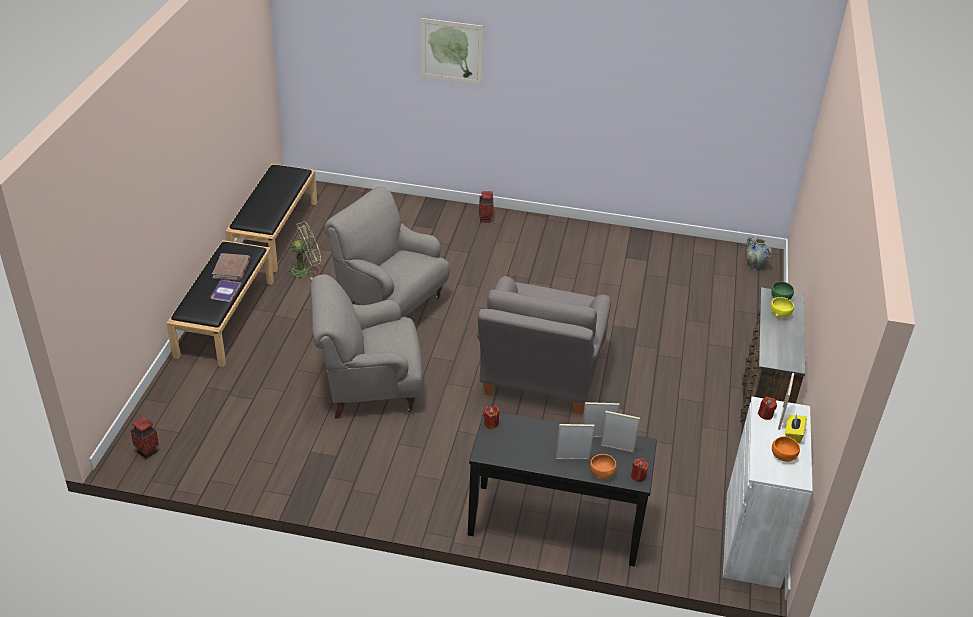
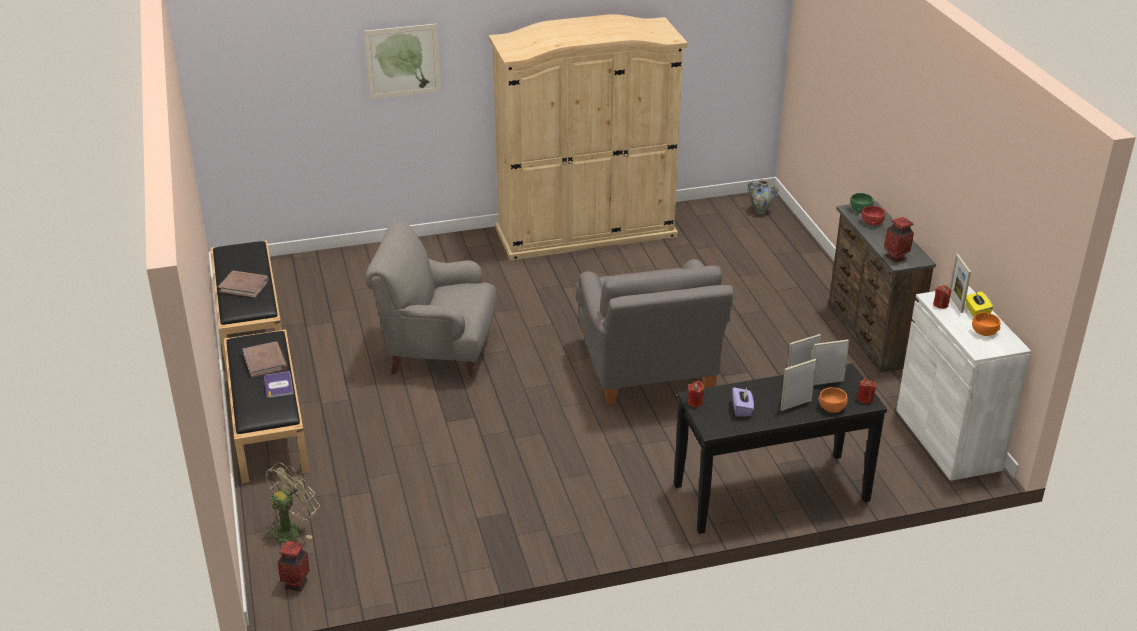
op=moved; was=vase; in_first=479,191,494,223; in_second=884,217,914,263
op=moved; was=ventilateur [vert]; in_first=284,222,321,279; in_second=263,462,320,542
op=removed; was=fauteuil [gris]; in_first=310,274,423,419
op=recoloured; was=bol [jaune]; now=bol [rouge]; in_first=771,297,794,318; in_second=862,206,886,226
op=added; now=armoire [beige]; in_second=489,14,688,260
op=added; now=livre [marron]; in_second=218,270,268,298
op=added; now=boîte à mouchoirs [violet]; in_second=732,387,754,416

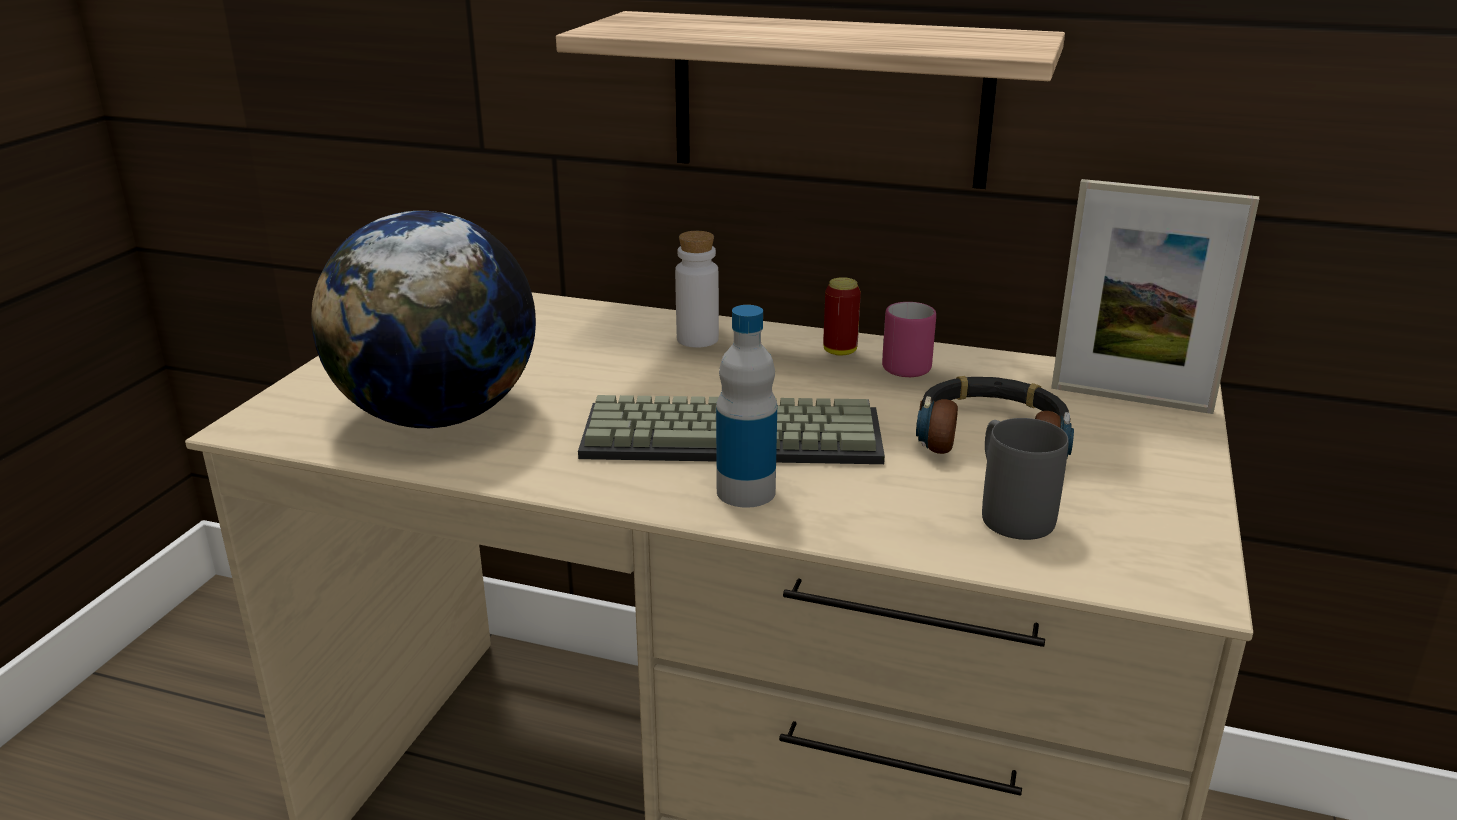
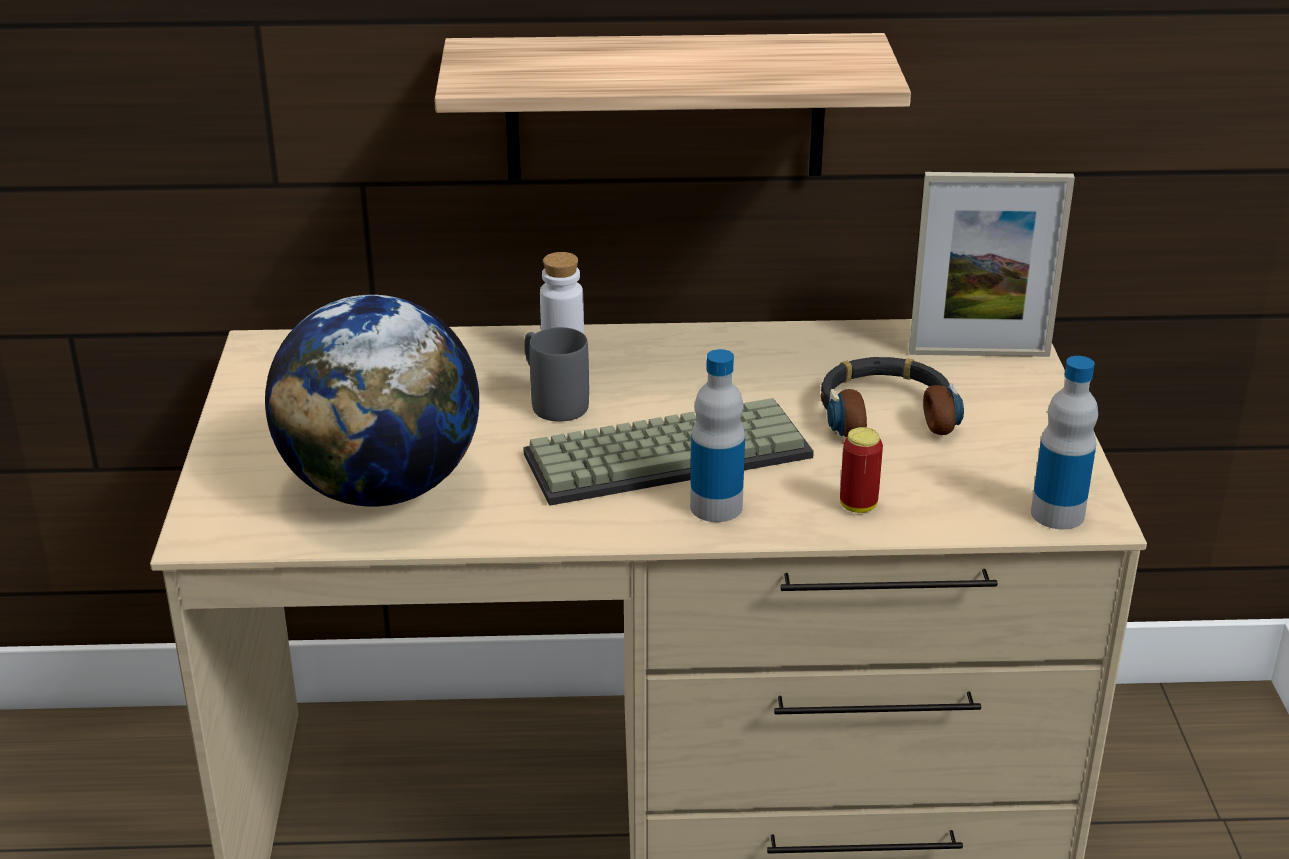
op=moved; was=boîte métallique; in_first=823,277,861,356; in_second=840,427,883,513
op=removed; was=mug [rose]; in_first=882,302,936,377
op=moved; was=mug [gris]; in_first=982,418,1069,540; in_second=524,327,589,422
op=added; now=bouteille; in_second=1031,356,1098,529

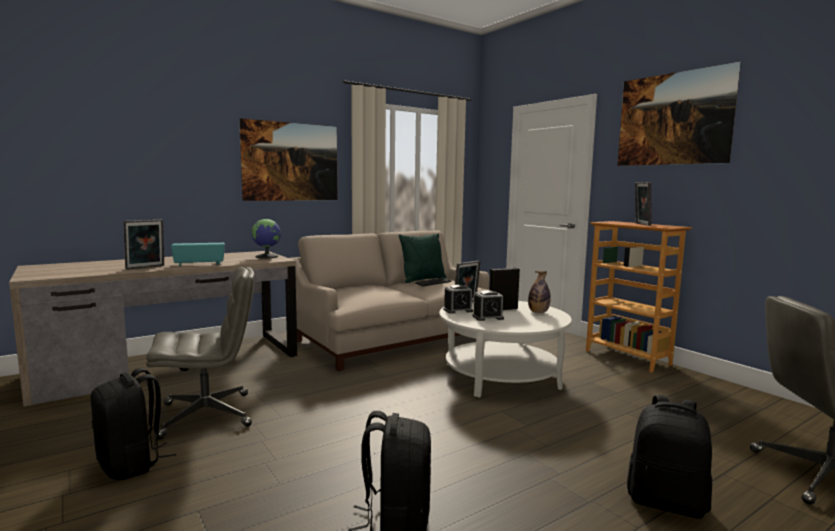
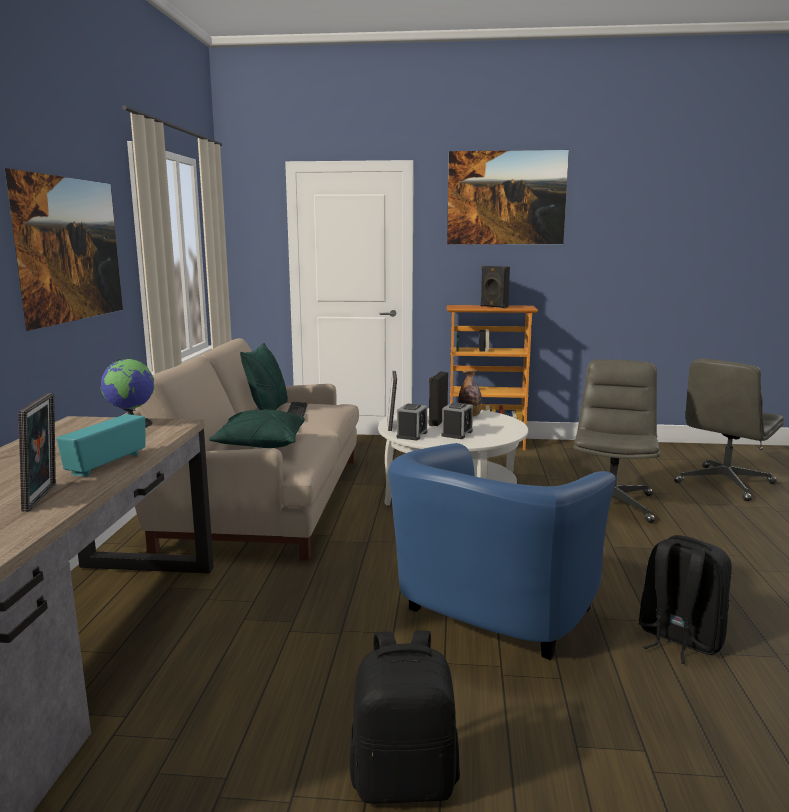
op=replaced; was=cadre photo; now=enceinte [noir]; in_first=635,182,652,226; in_second=480,266,510,308
op=moved; was=chaise de bureau [gris]; in_first=146,267,255,439; in_second=573,359,660,523
op=removed; was=sac à dos [noir]; in_first=627,395,712,519
op=added; now=coussin [vert]; in_second=209,410,305,448
op=added; now=fauteuil [bleu]; in_second=388,443,616,660

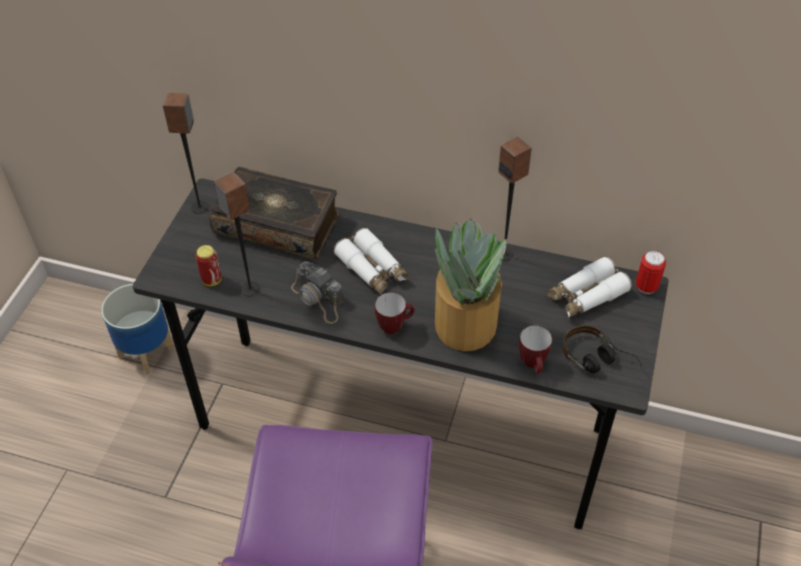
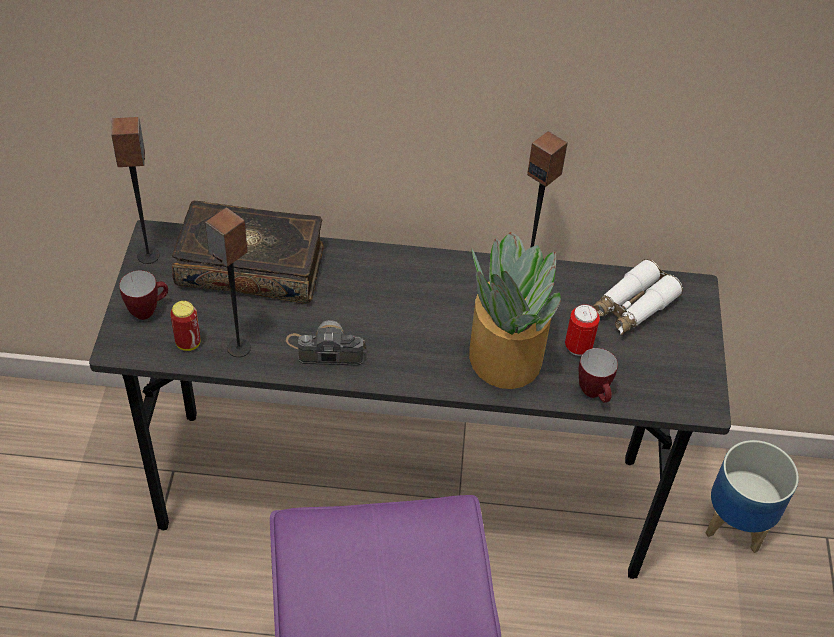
op=removed; was=jumelles [blanc]; in_first=334,228,409,295
op=moved; was=boîte métallique; in_first=636,251,666,294; in_second=565,304,600,356
op=turned; was=appareil photo; in_first=291,261,343,324; in_second=286,320,366,366; clockwise=150
op=moved; was=cache-pot; in_first=101,284,174,375; in_second=705,440,799,553
op=moved; was=mug; in_first=375,293,415,334; in_second=119,270,168,320
op=removed; was=casque audio; in_first=562,325,642,373

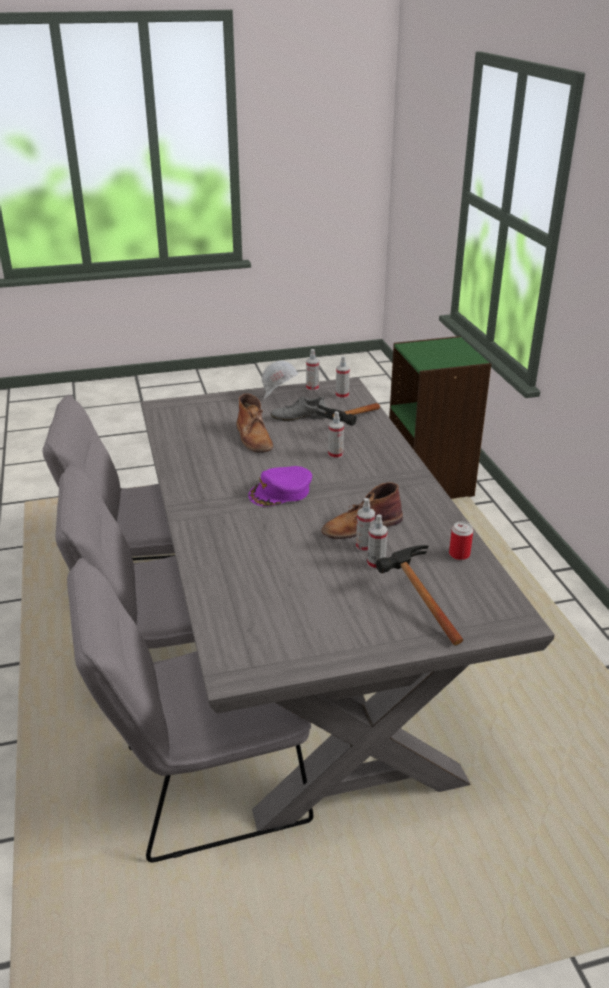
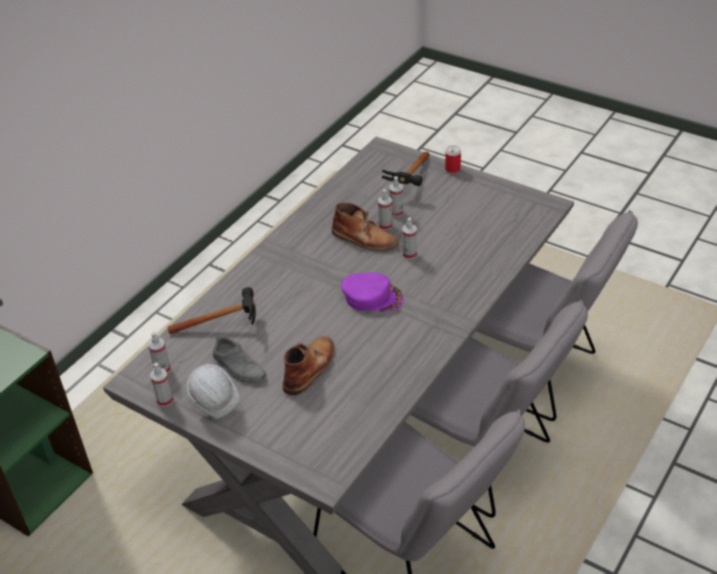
op=moved; was=vaporisateur; in_first=328,411,344,459; in_second=402,218,417,259
op=moved; was=boîte métallique; in_first=449,522,473,560; in_second=445,145,461,173

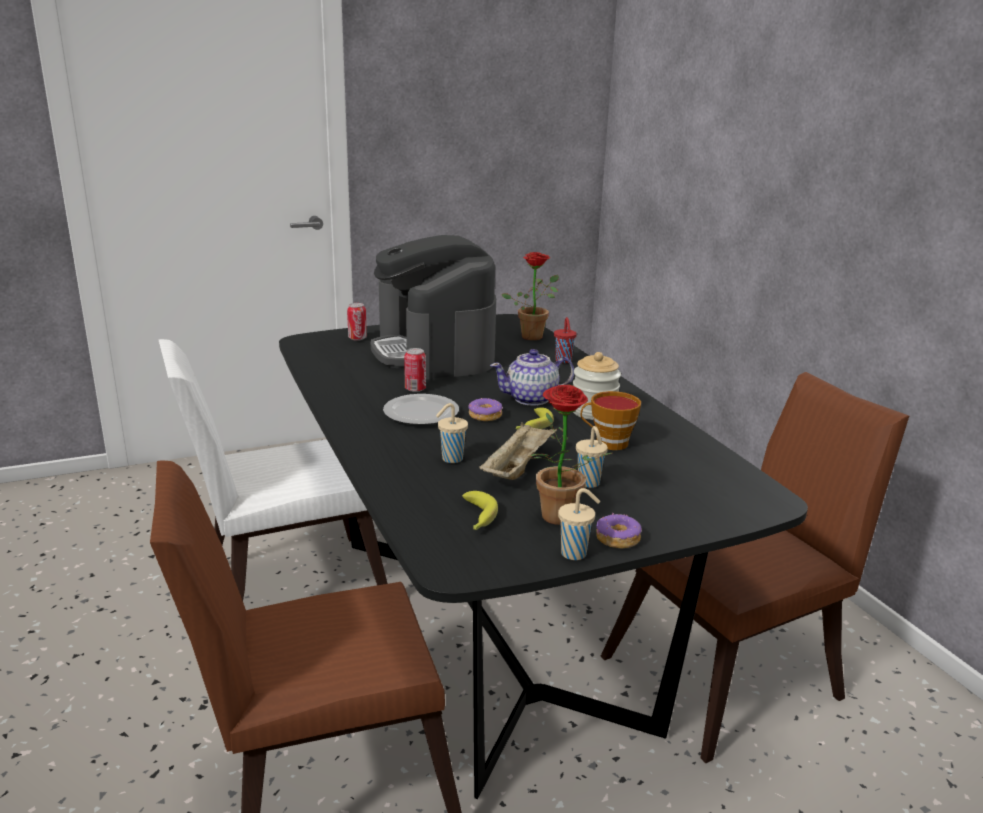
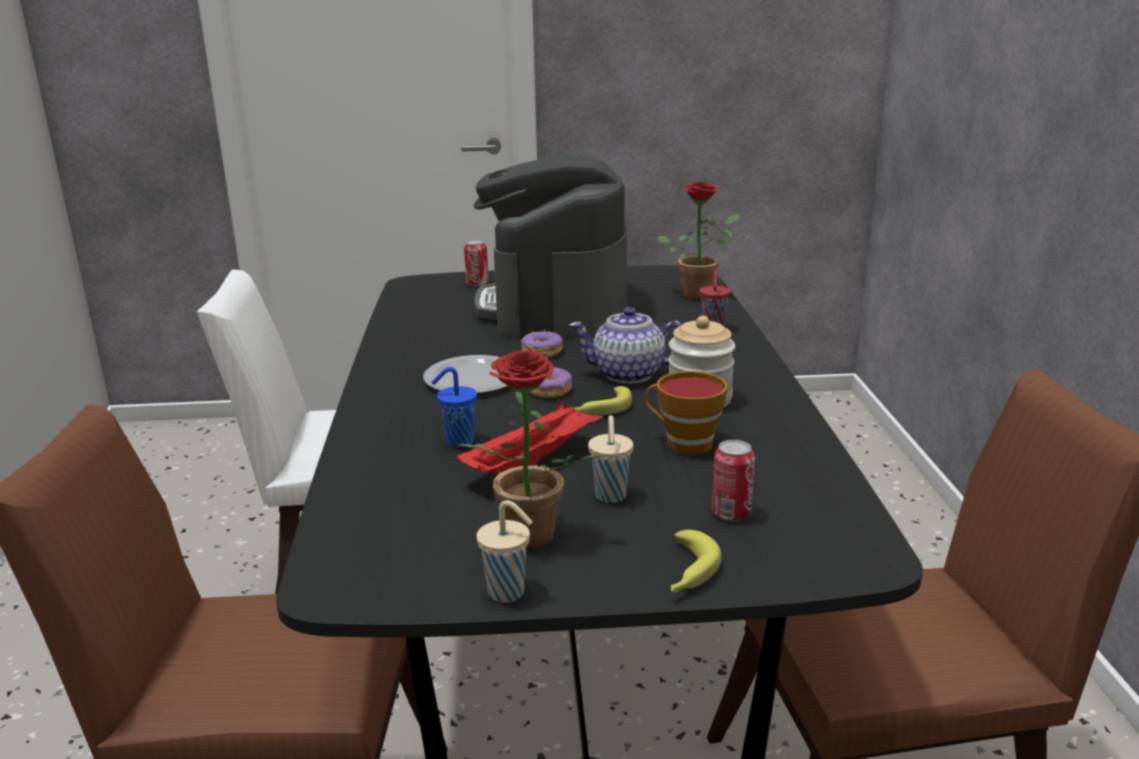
op=moved; was=boîte métallique; in_first=404,348,426,392; in_second=712,440,755,521
op=recoloured; was=tasse [beige]; now=tasse [bleu]; in_first=436,403,468,463; in_second=431,367,477,447
op=recoloured; was=plateau [beige]; now=plateau [rouge]; in_first=479,422,557,480; in_second=457,402,604,476
op=moved; was=banane; in_first=462,491,498,530; in_second=671,530,721,593
op=moved; was=beignet; in_first=596,513,642,549; in_second=520,330,563,358

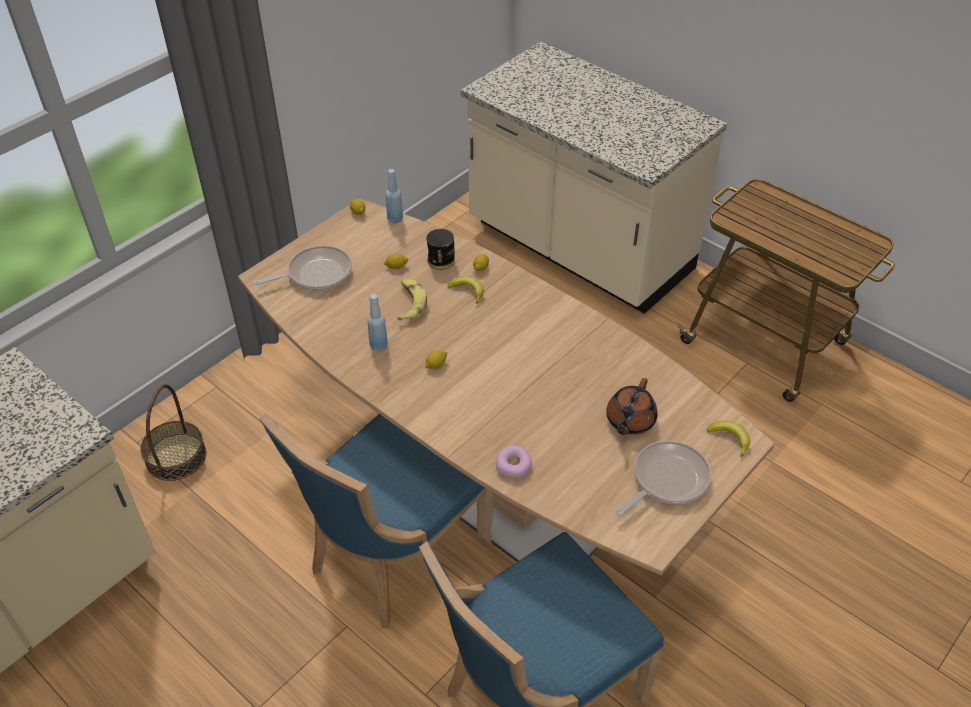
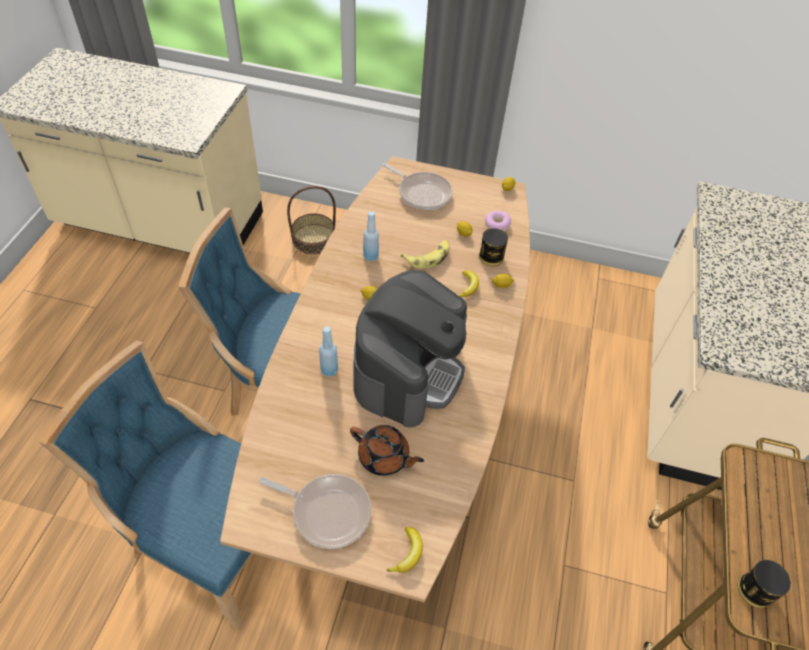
op=moved; was=bouteille [bleu]; in_first=386,169,403,223; in_second=319,326,338,376
op=turned; was=théière [marron]; in_first=606,378,658,435; in_second=350,425,424,476; clockwise=-150
op=moved; was=beignet; in_first=496,445,532,478; in_second=485,211,511,231
op=added; now=machine à café; in_second=354,270,467,427
op=added; now=boîte métallique; in_second=737,560,791,608

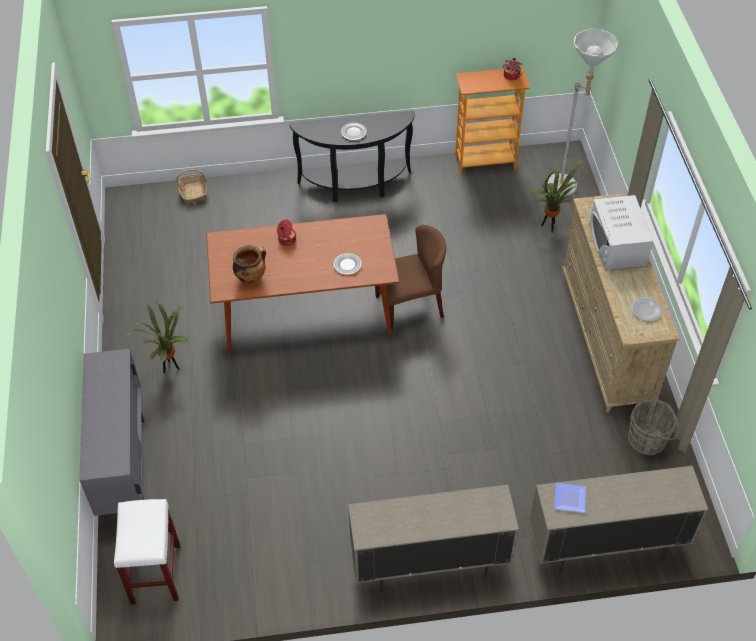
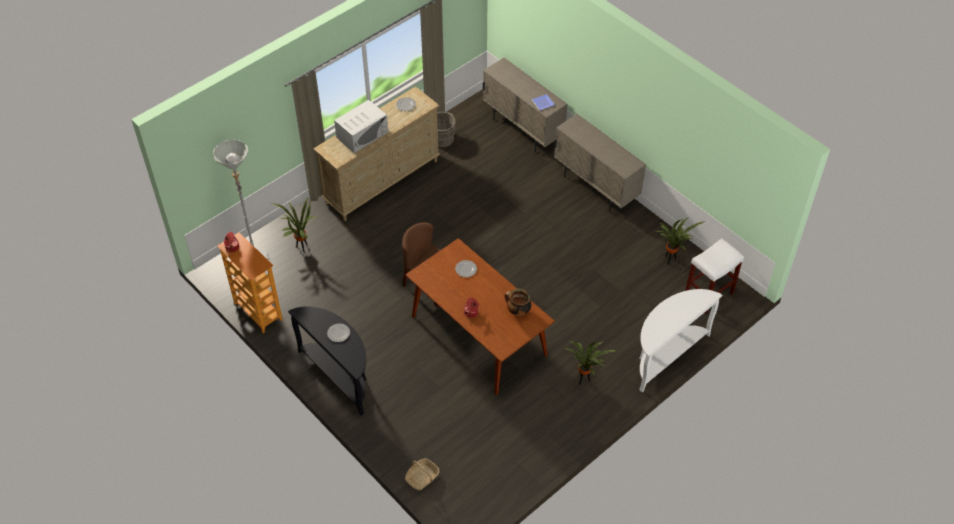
op=replaced; was=meuble de rangement [gris]; now=table console [blanc]; in_first=79,349,144,516; in_second=639,289,722,392
op=added; now=plante en pot; in_second=655,218,705,265

